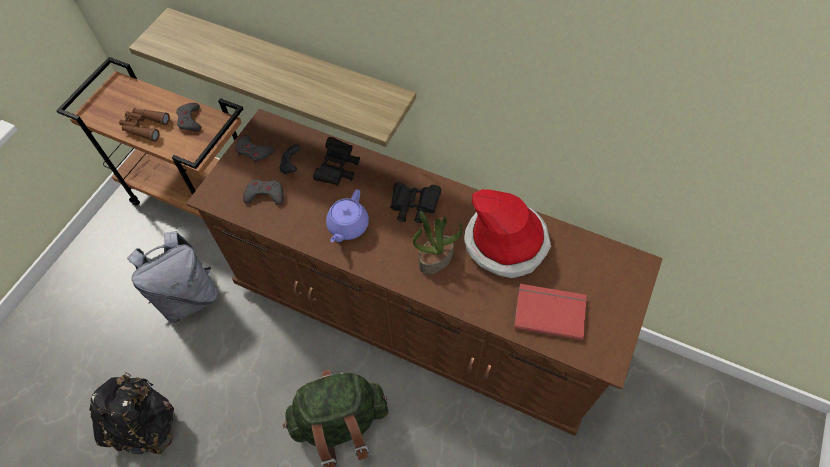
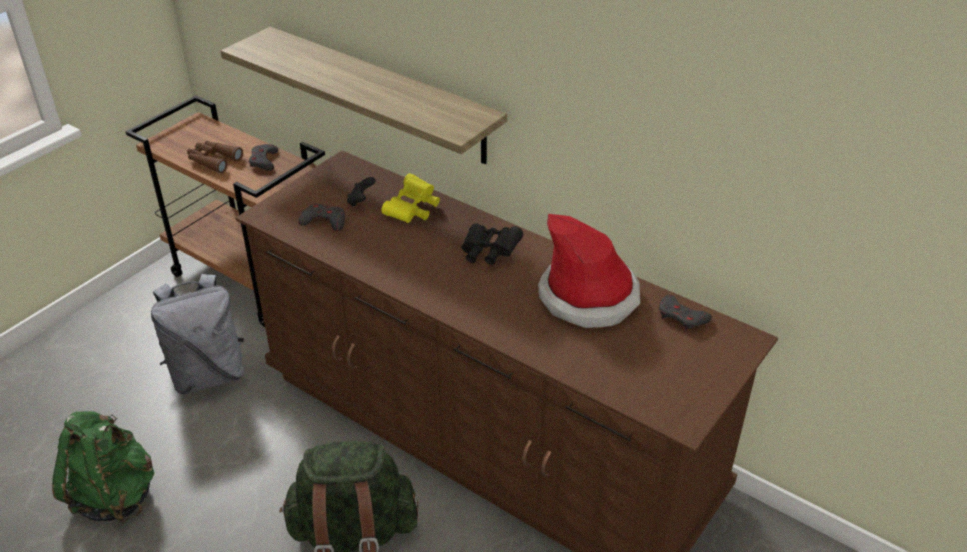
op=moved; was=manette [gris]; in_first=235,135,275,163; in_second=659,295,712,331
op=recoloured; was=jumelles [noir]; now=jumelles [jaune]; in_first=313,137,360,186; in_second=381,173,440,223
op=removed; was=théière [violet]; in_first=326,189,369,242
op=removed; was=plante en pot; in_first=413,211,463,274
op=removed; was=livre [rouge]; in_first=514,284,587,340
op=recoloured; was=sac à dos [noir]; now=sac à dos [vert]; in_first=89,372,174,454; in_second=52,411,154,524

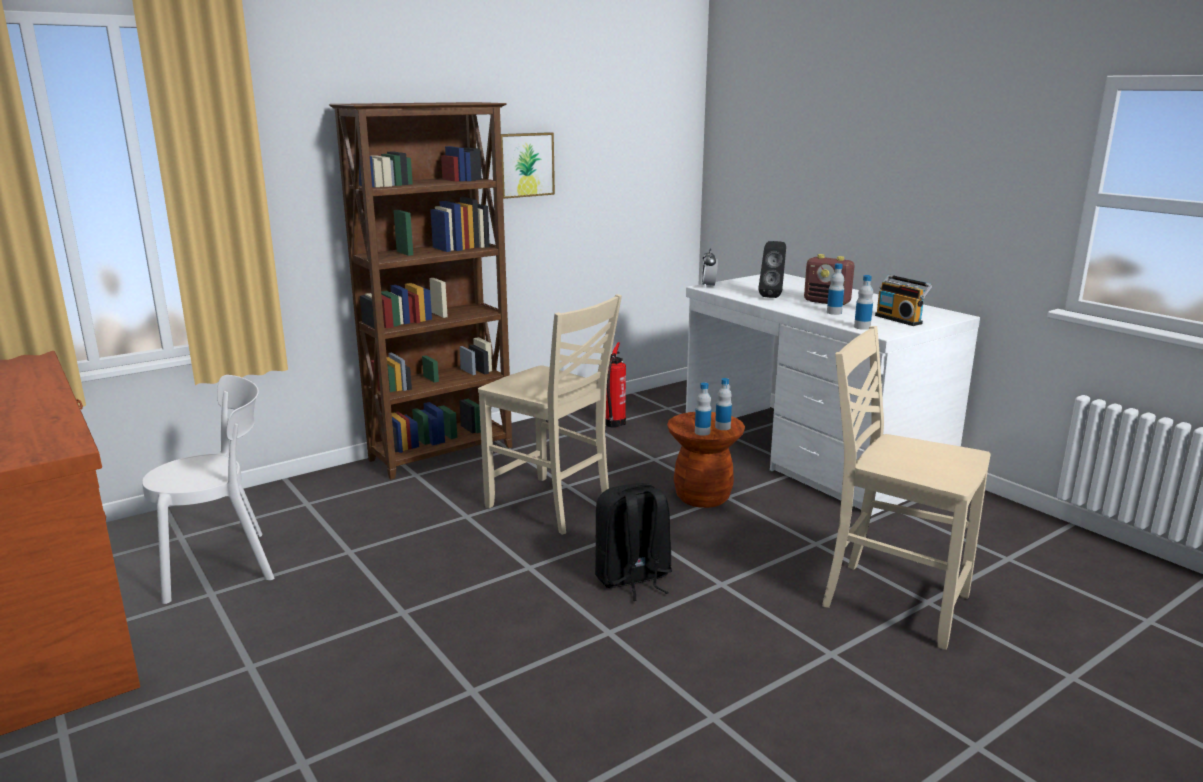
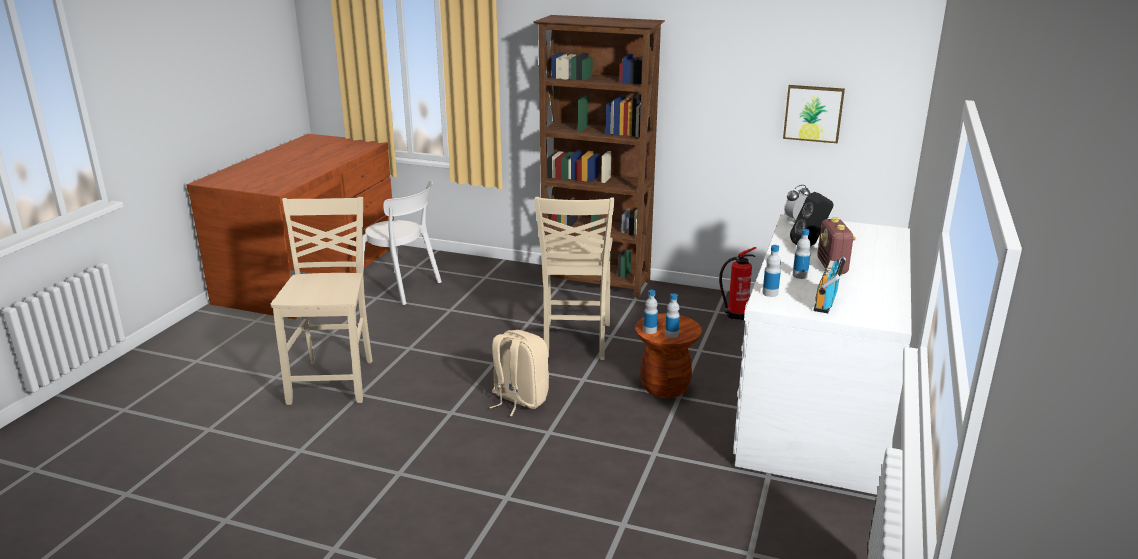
op=moved; was=tableau; in_first=501,132,555,199; in_second=783,85,845,143
op=moved; was=chaise [beige]; in_first=822,326,991,650; in_second=270,197,372,405
op=recoloured; was=sac à dos [noir]; now=sac à dos [beige]; in_first=595,483,672,601; in_second=489,330,549,416

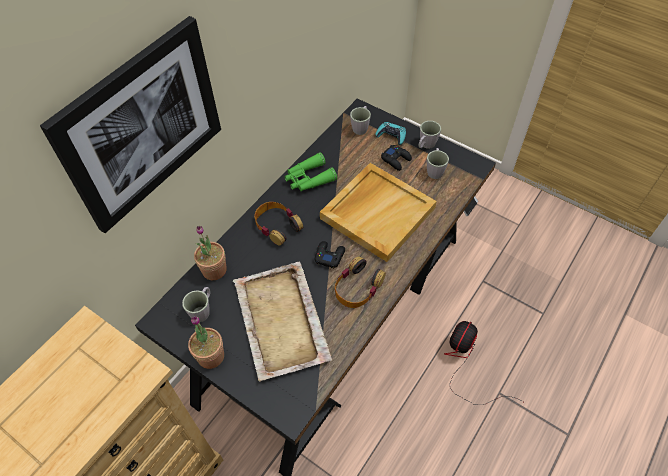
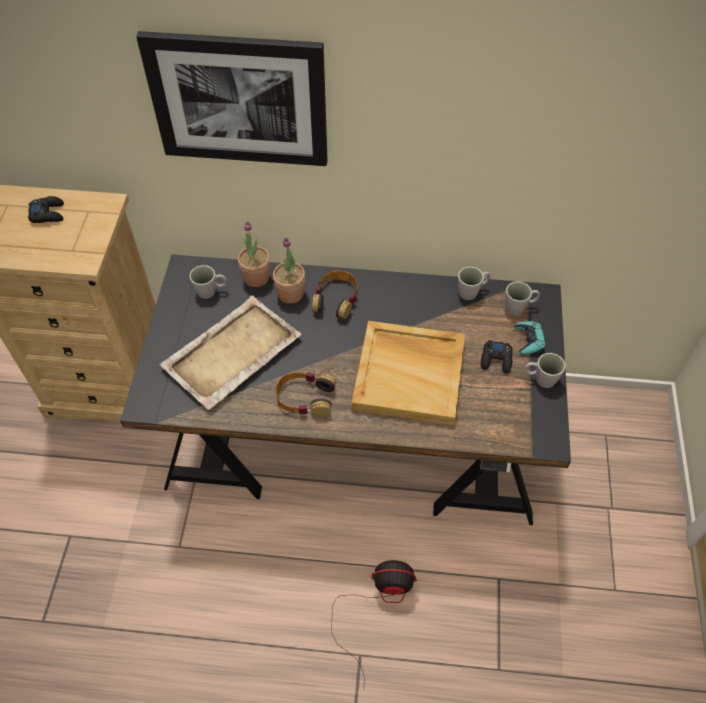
op=moved; was=mug [gris]; in_first=427,148,449,179; in_second=458,267,490,300
op=removed; was=jumelles [vert]; in_first=284,152,337,191
op=moved; was=manette [noir]; in_first=315,241,345,268; in_second=28,196,64,223
op=moved; was=plante en pot; in_first=188,316,224,369; in_second=273,238,305,304

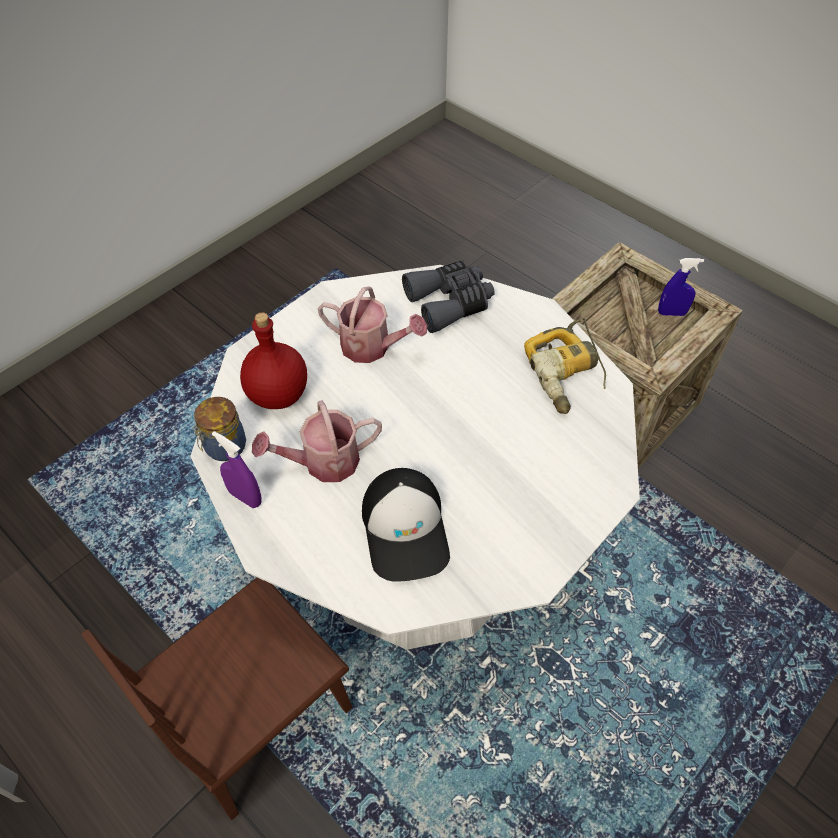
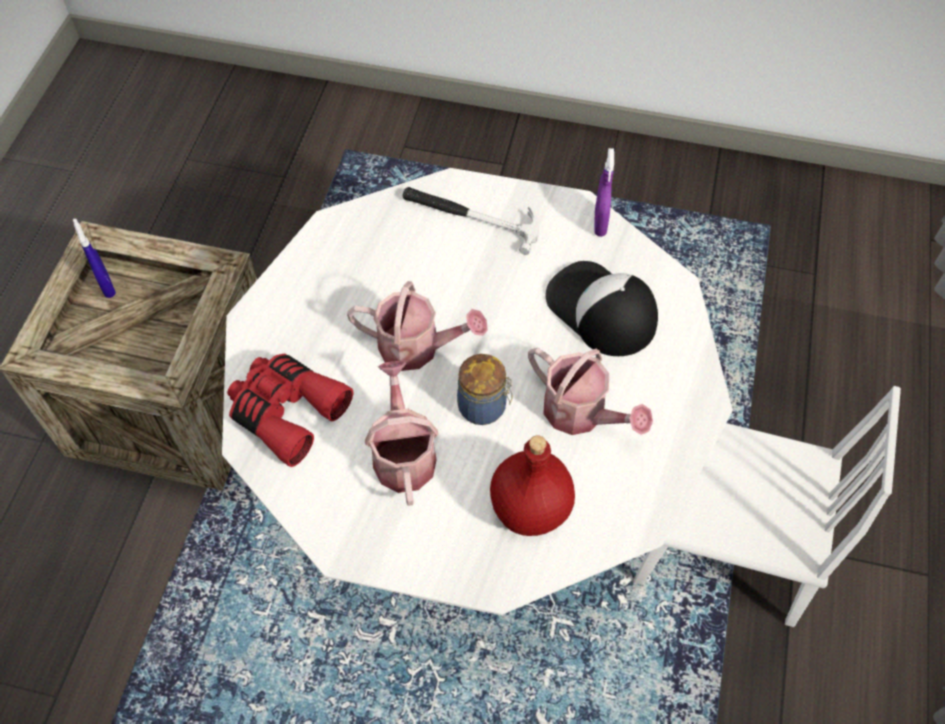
op=recoloured; was=jumelles [gris]; now=jumelles [rouge]; in_first=402,261,495,333; in_second=227,354,353,467
op=removed; was=perceuse; in_first=524,318,606,414
op=moved; was=bocal; in_first=192,397,246,461; in_second=457,354,513,425
op=moved; was=vaporisateur [violet]; in_first=212,431,262,508; in_second=594,148,614,237
op=turned; was=casquette; in_first=362,468,450,582; in_second=546,261,658,356; clockwise=-90
op=recoloured; was=chaise [marron]; now=chaise [blanc]; in_first=82,578,352,820; in_second=634,386,901,627
op=added; now=marteau; in_second=403,187,539,255
op=added; now=arrosoir; in_second=347,281,488,371

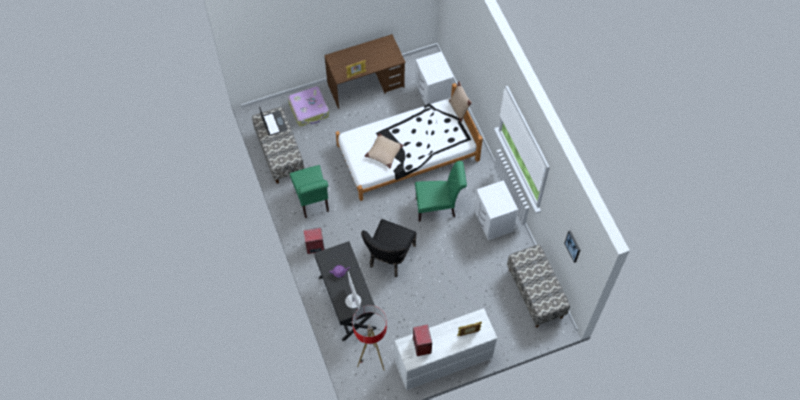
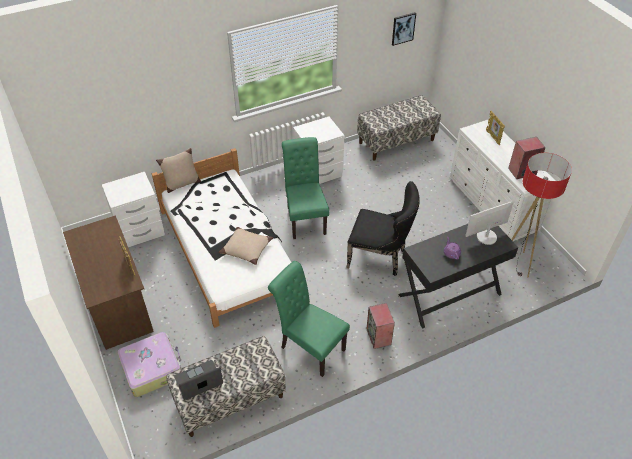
op=turned; was=chaise [vert]; in_first=290,165,329,218; in_second=268,261,350,377; clockwise=-120

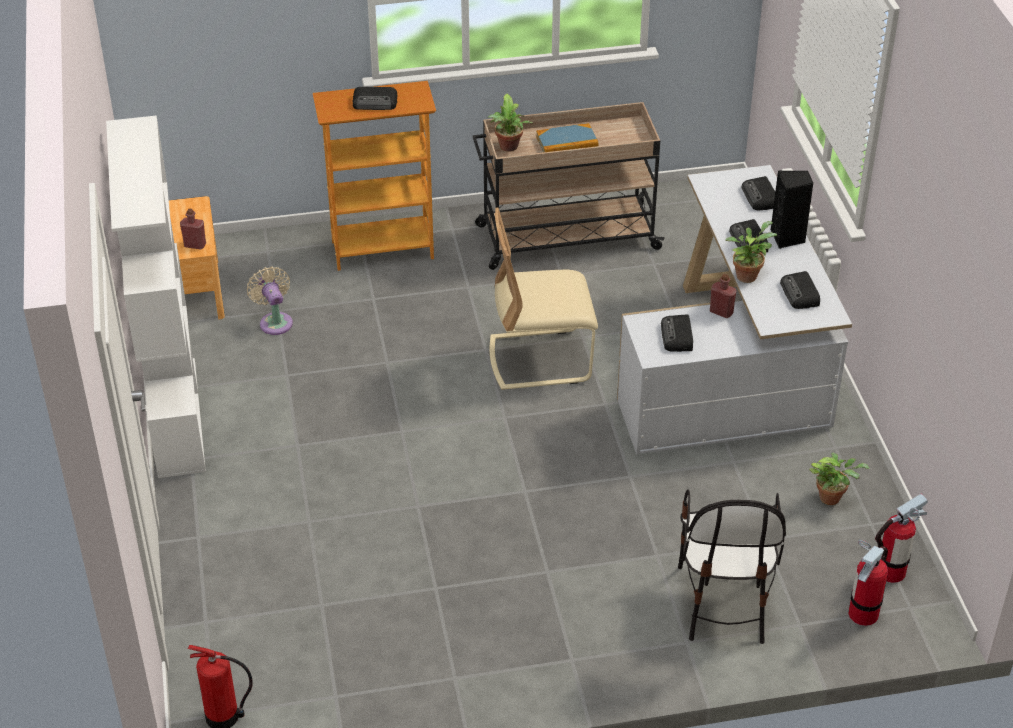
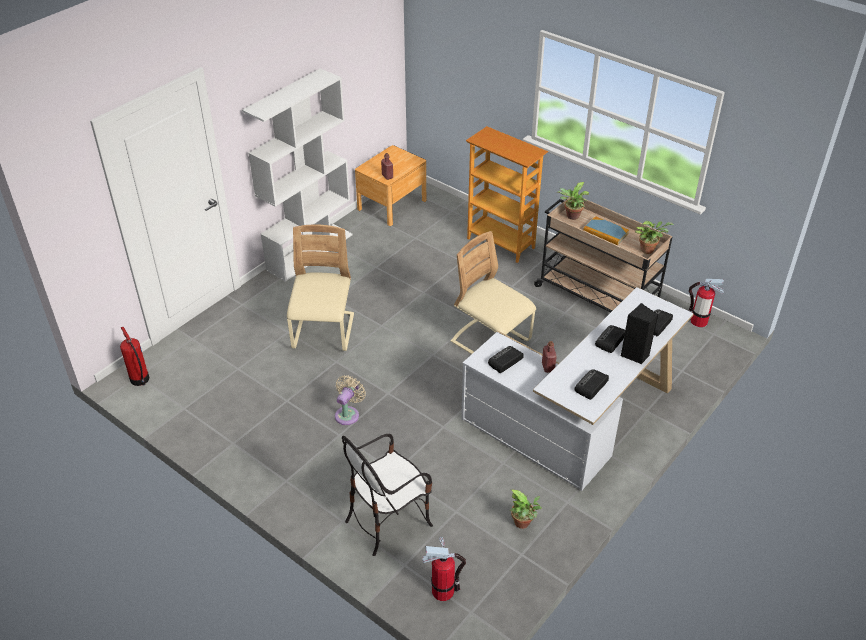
op=removed; was=radio; in_first=353,87,397,110
op=moved; was=plante en pot; in_first=725,221,777,283; in_second=635,221,674,254
op=moved; was=ventilateur [beige]; in_first=247,266,293,335; in_second=335,375,366,425
op=moved; was=extincteur; in_first=875,494,928,583; in_second=689,279,724,327
op=added; now=chaise [beige]; in_second=287,224,354,351

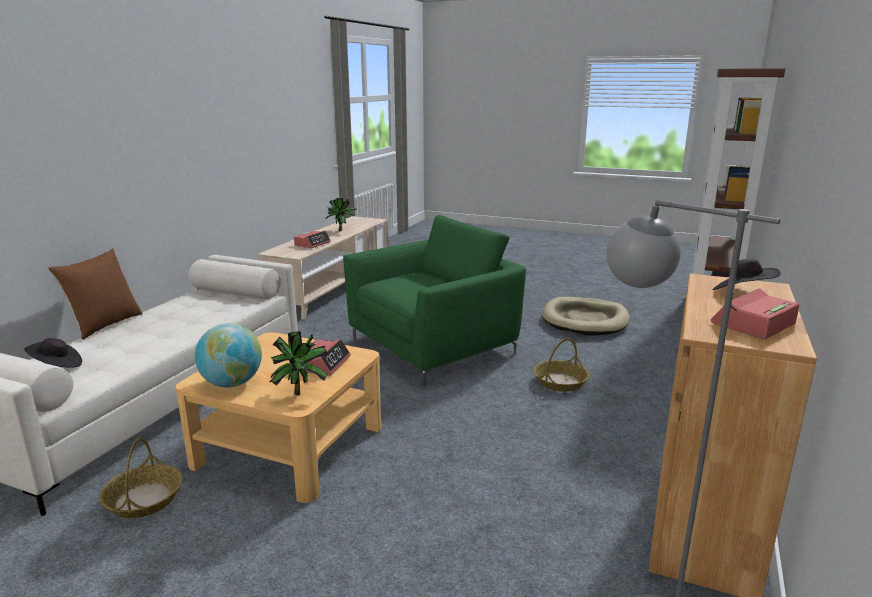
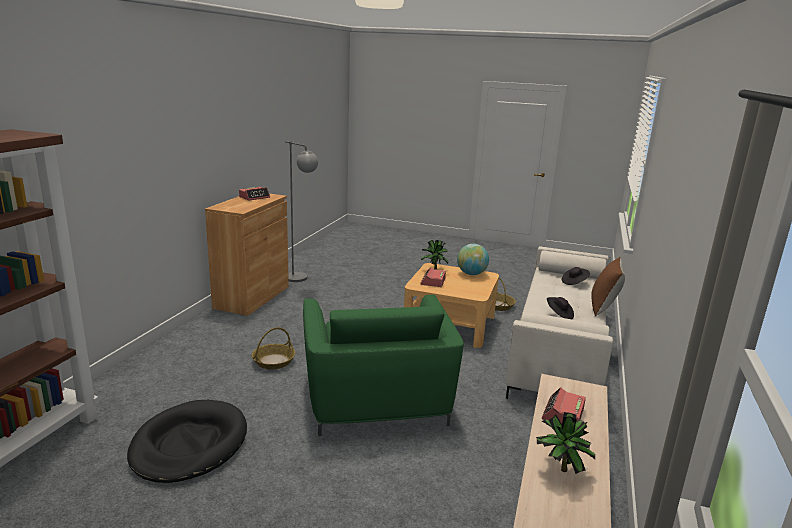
op=turned; was=fauteuil [vert]; in_first=343,215,526,386; in_second=303,295,464,436; clockwise=-60
op=moved; was=chapeau [noir]; in_first=712,259,781,290; in_second=547,297,574,319
op=recoloured; was=panier pour chien [beige]; now=panier pour chien [noir]; in_first=542,297,630,336; in_second=127,400,247,483

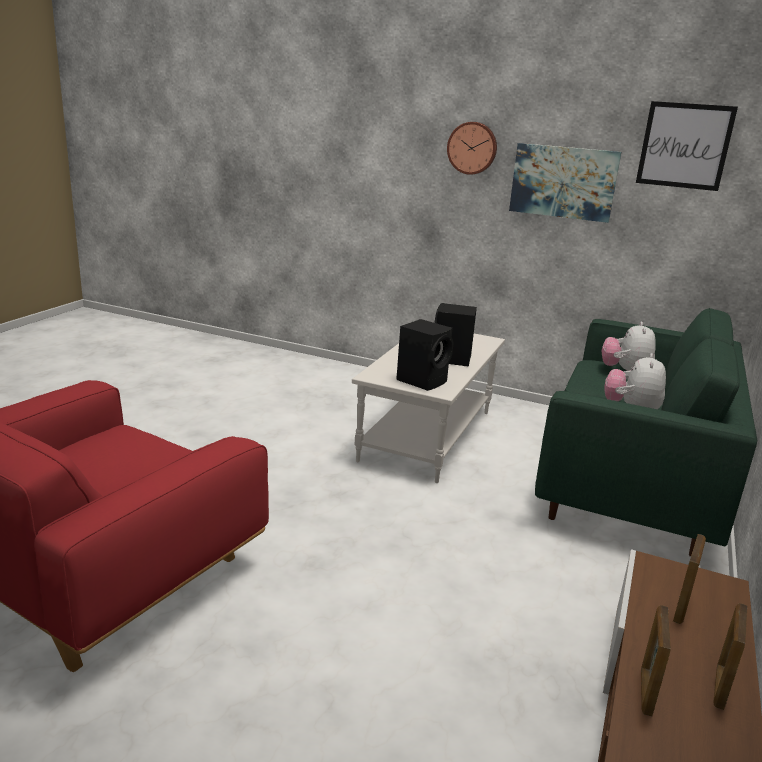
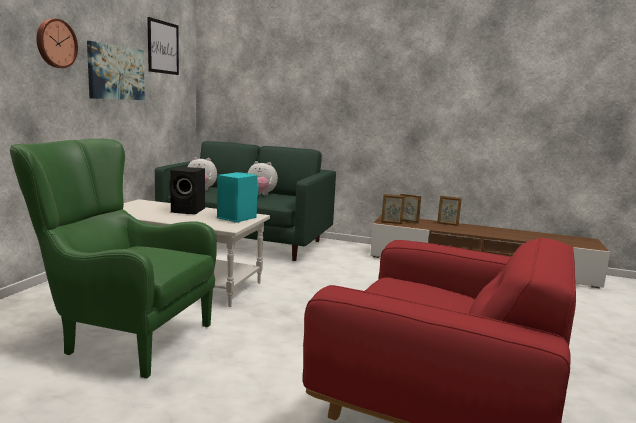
op=recoloured; was=enceinte [noir]; now=enceinte [turquoise]; in_first=396,319,453,391; in_second=217,172,259,223
op=moved; was=cadre photo; in_first=641,605,671,716; in_second=381,194,405,224
op=added; now=fauteuil [vert]; in_second=10,139,217,378

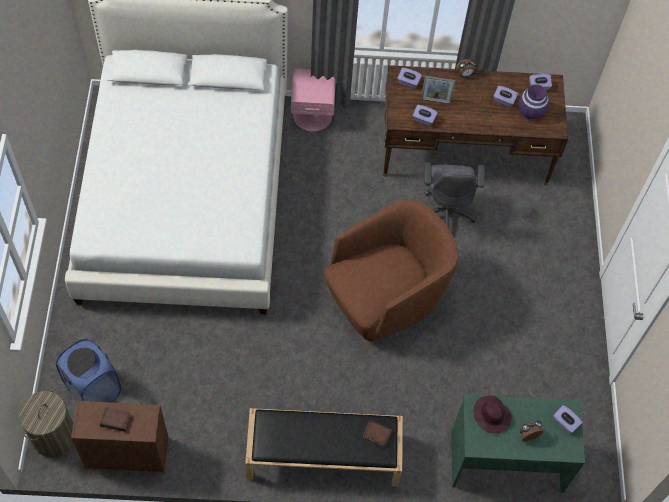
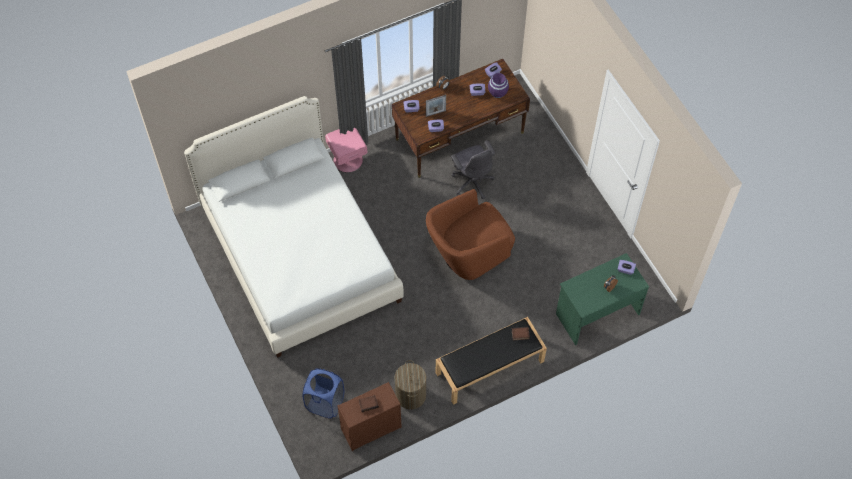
op=turned; was=fauteuil [marron]; in_first=324,200,458,341; in_second=426,189,515,280; clockwise=-150
op=moved; was=panier à linge; in_first=18,389,74,457; in_second=394,360,426,409
op=removed; was=chapeau [violet]; in_first=474,395,511,434

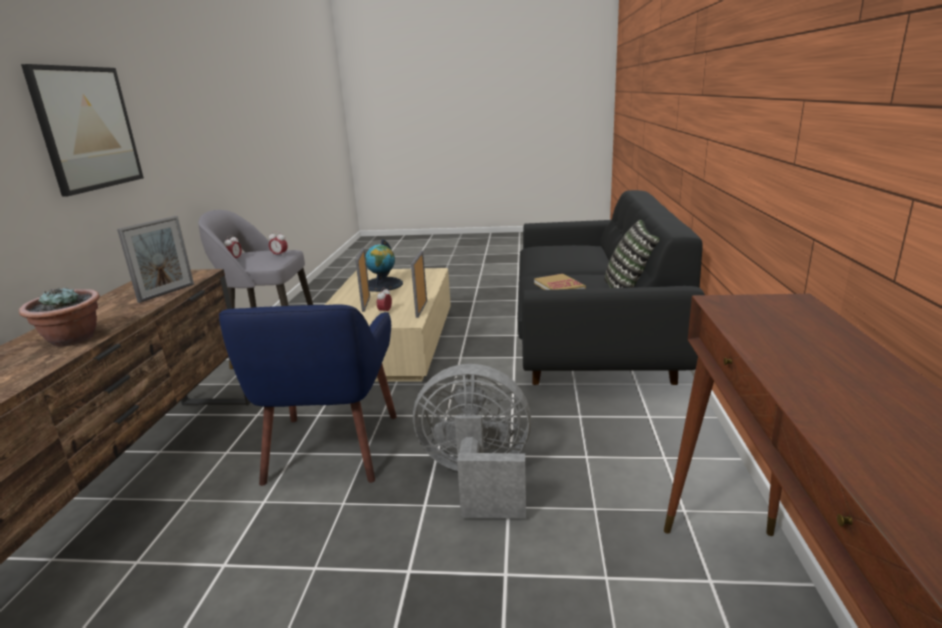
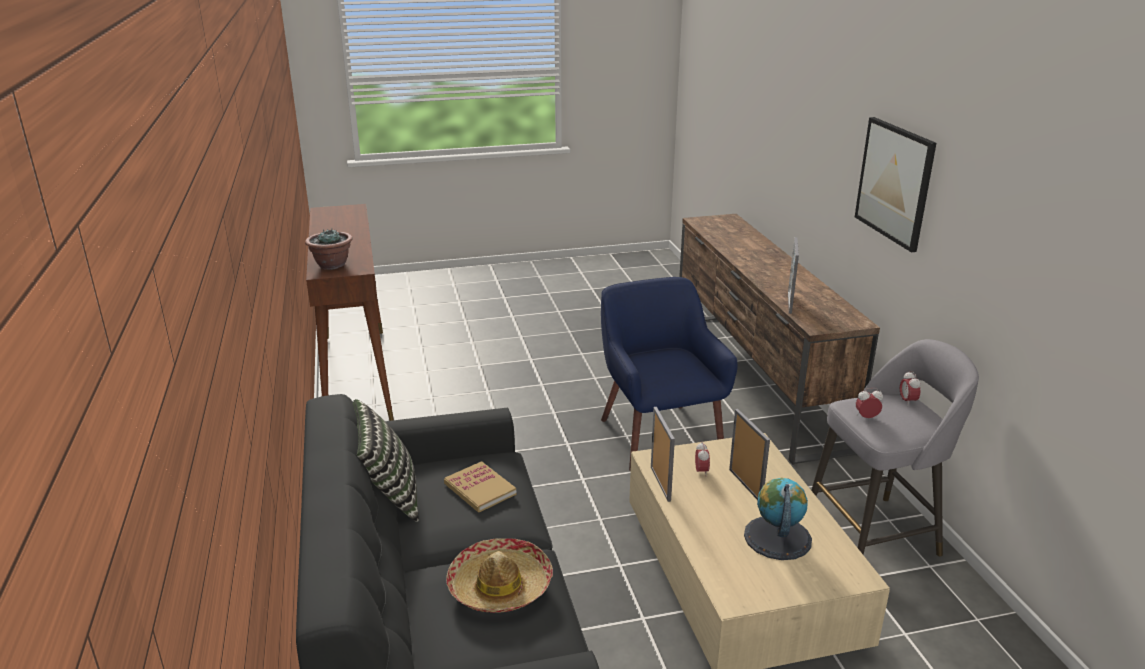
op=moved; was=plante en pot; in_first=19,287,100,347; in_second=305,228,352,270
op=removed; was=ventilateur [gris]; in_first=413,364,531,519
op=added; now=chapeau; in_second=446,538,553,613

